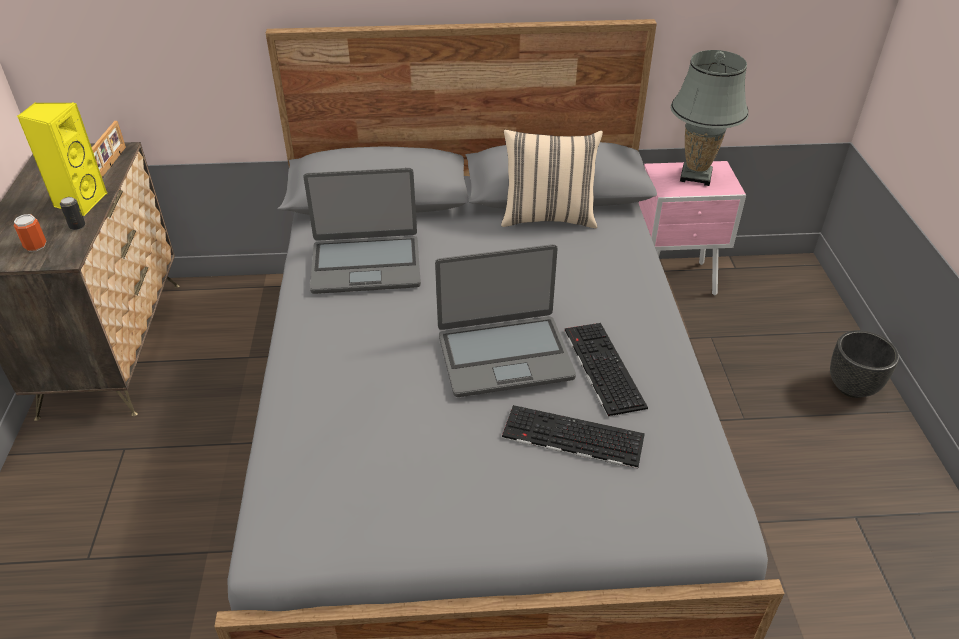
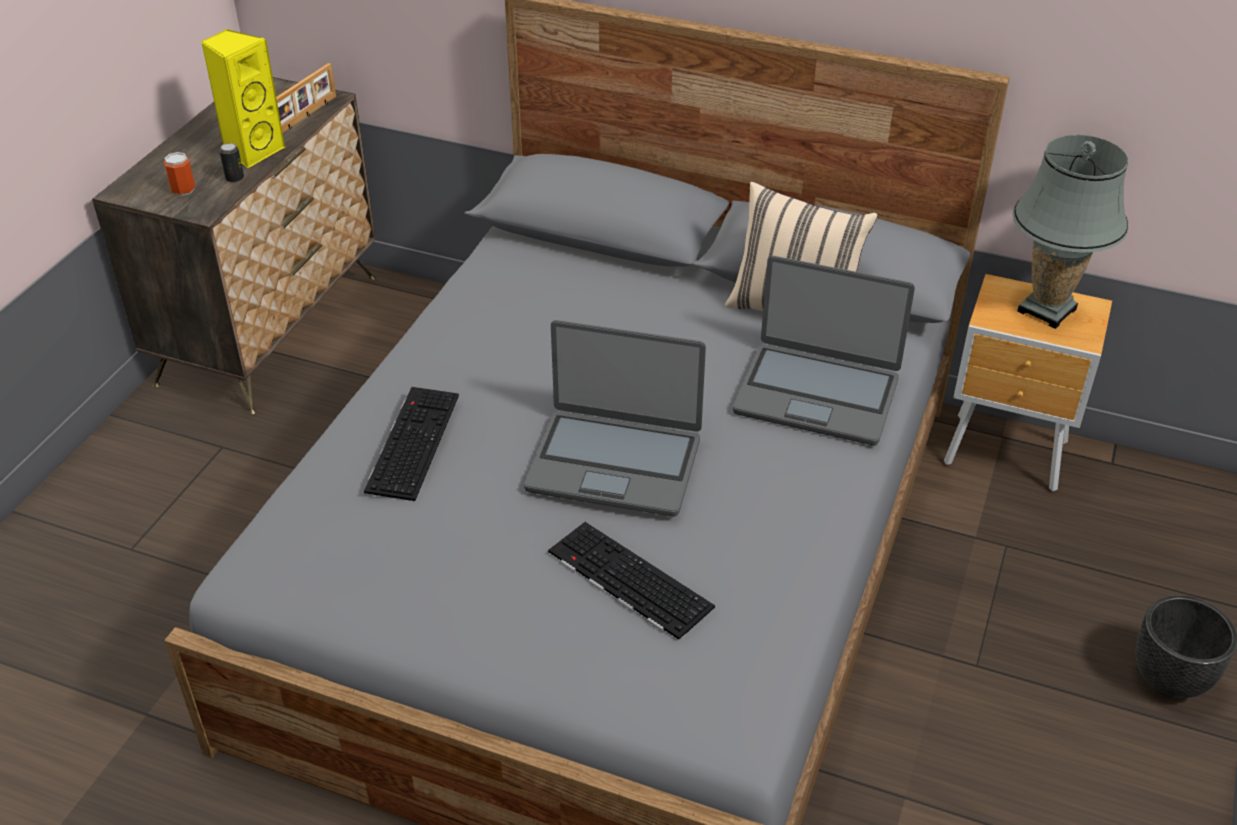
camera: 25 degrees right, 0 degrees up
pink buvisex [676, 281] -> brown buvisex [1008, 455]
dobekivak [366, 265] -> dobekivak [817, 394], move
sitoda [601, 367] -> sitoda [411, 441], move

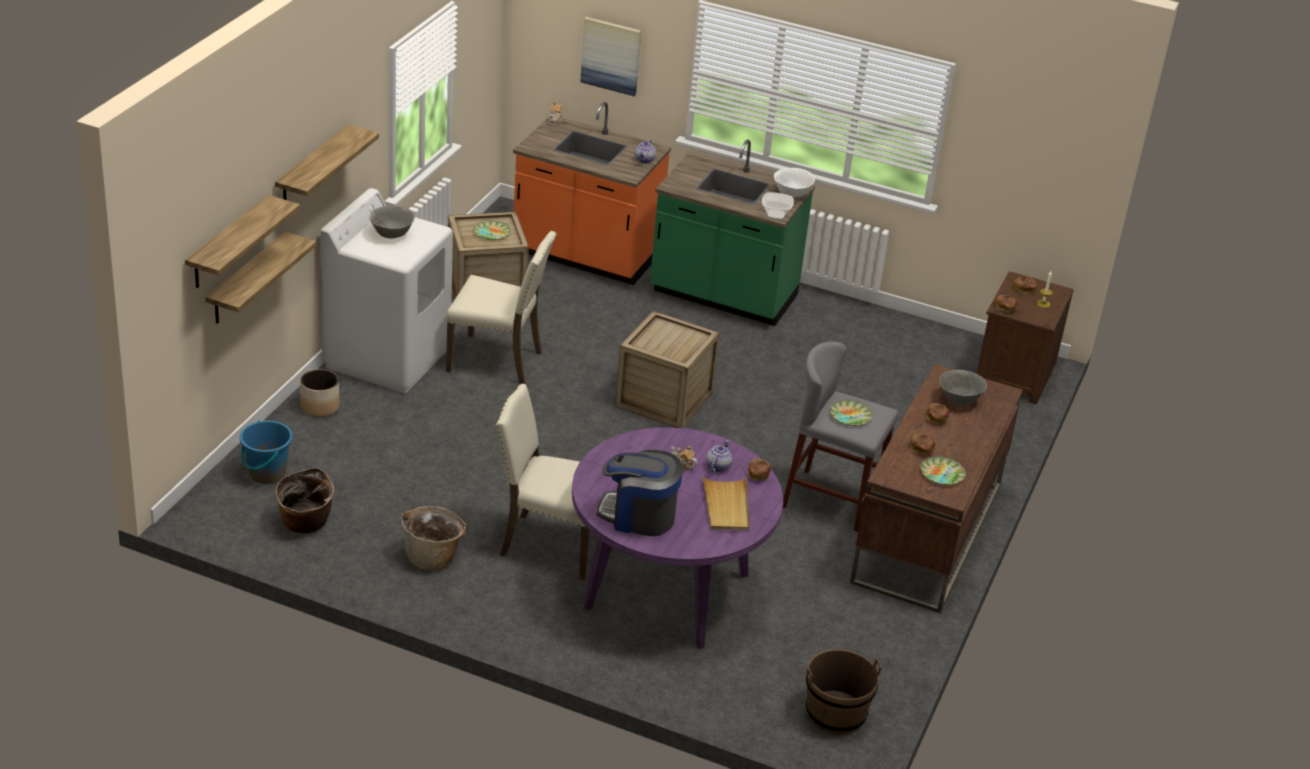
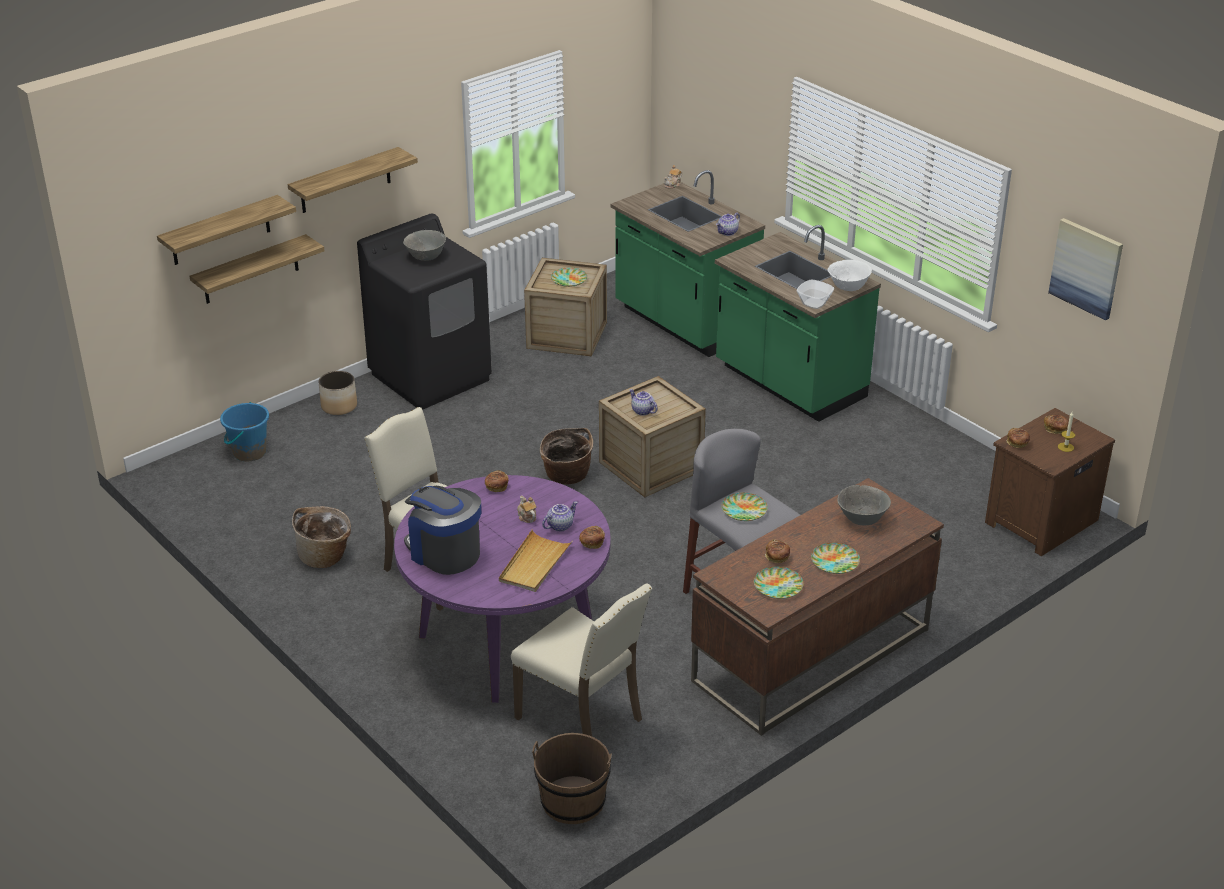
camera: 30 degrees right, 0 degrees up
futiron [611, 55] -> futiron [1086, 268], move
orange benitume [585, 256] -> green benitume [684, 323]
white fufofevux [387, 357] -> black fufofevux [431, 376]
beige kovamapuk [497, 361] -> beige kovamapuk [583, 718], move
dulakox [936, 419] -> dulakox [496, 487], move
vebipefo [305, 524] -> vebipefo [566, 477], move
none -> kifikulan [642, 411]
none -> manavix [835, 562]

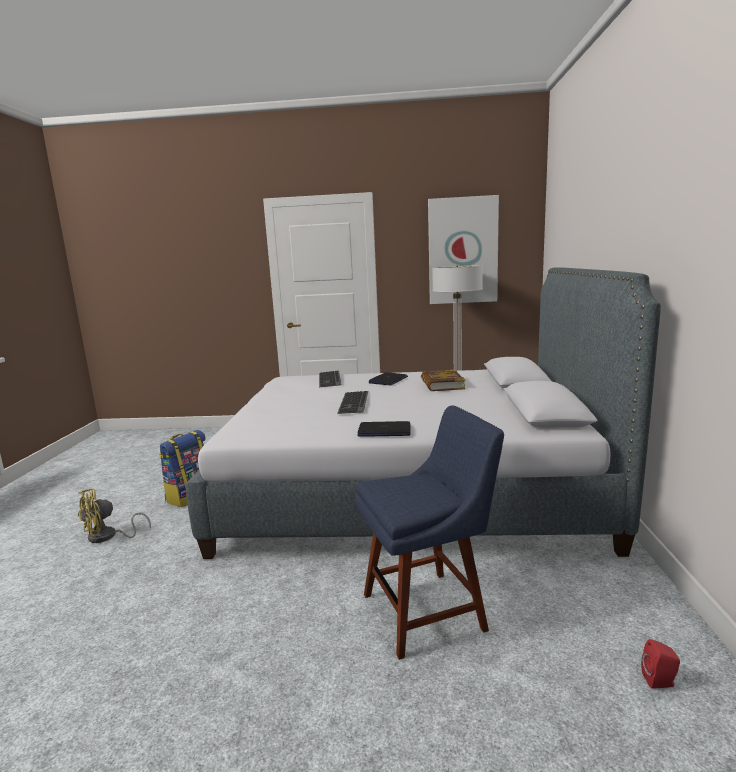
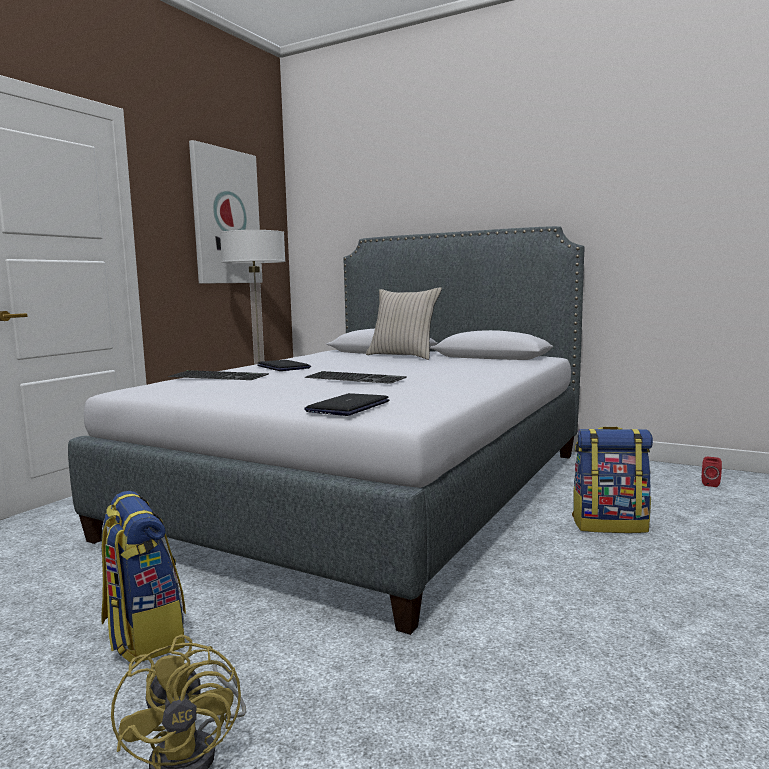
camera: 65 degrees left, 5 degrees down
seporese [442, 385] -> none
blue kovamapuk [429, 610] -> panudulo [610, 524]
dobekivak [384, 430] -> dobekivak [348, 407], move
none -> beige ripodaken [403, 356]

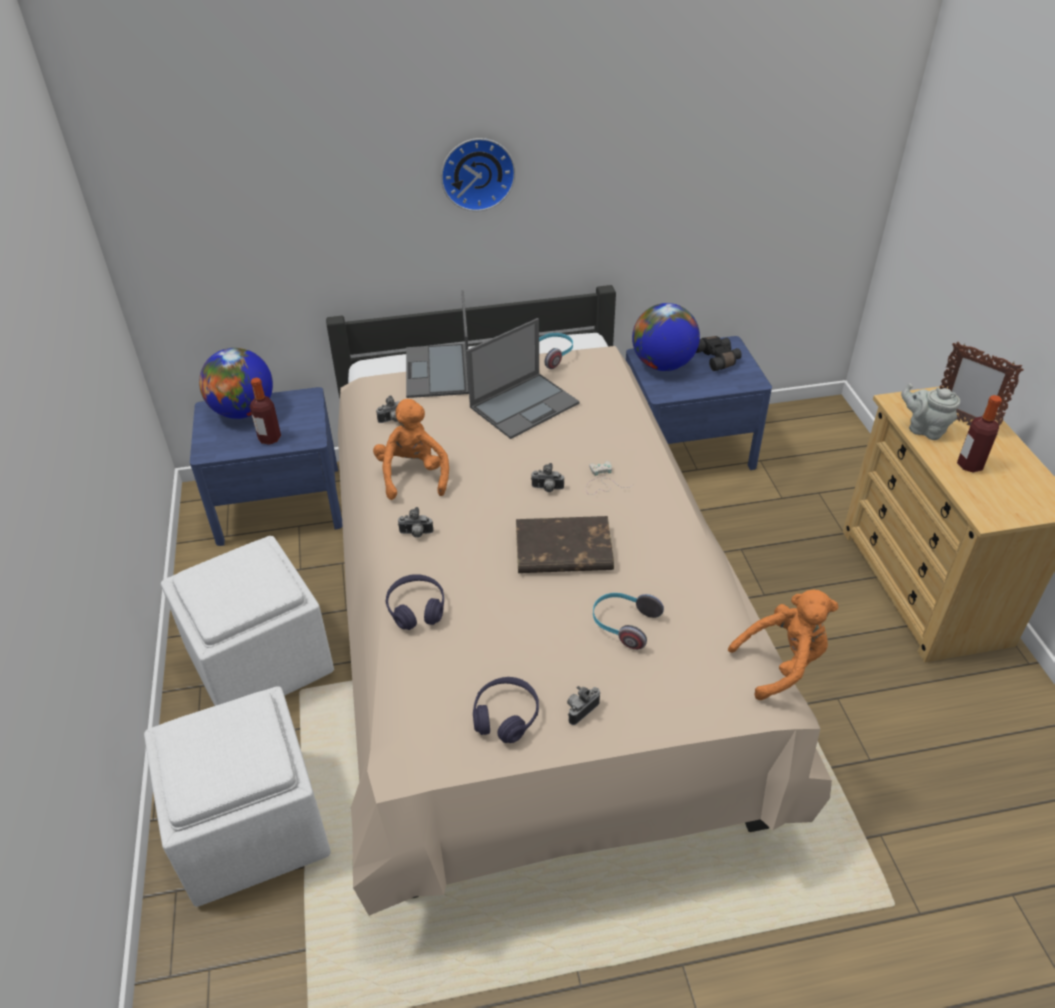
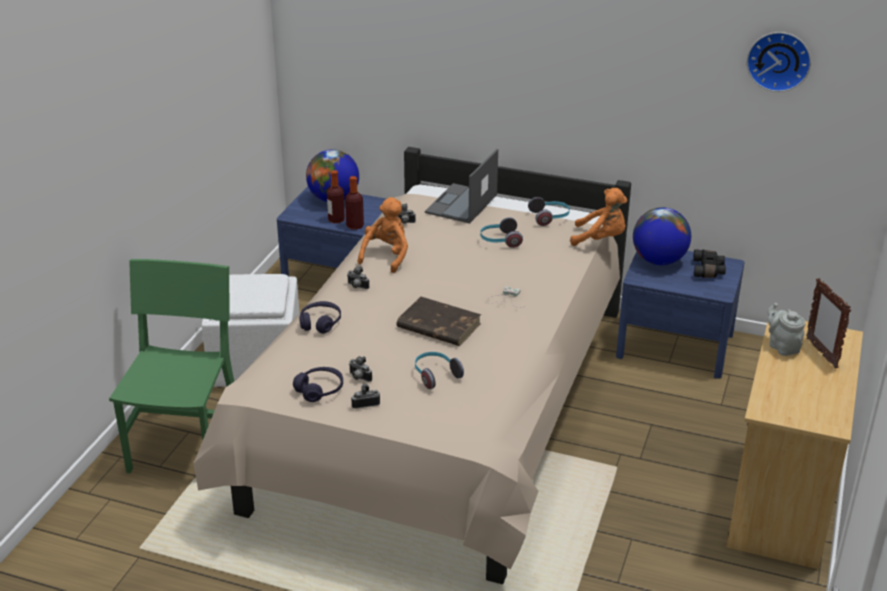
camera: 30 degrees right, 10 degrees down
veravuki [477, 172] -> veravuki [779, 60], move
dobekivak [525, 405] -> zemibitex [500, 241]
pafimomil [969, 465] -> pafimomil [355, 226], move
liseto [547, 489] -> liseto [359, 378], move
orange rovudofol [782, 663] -> orange rovudofol [600, 239], move
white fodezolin [253, 825] -> green kovamapuk [185, 444]

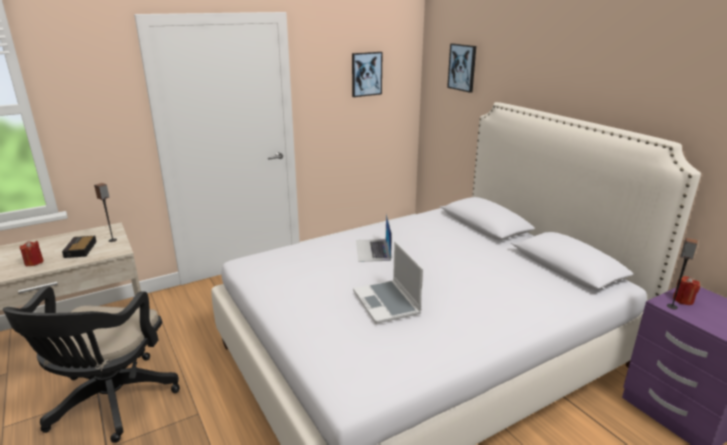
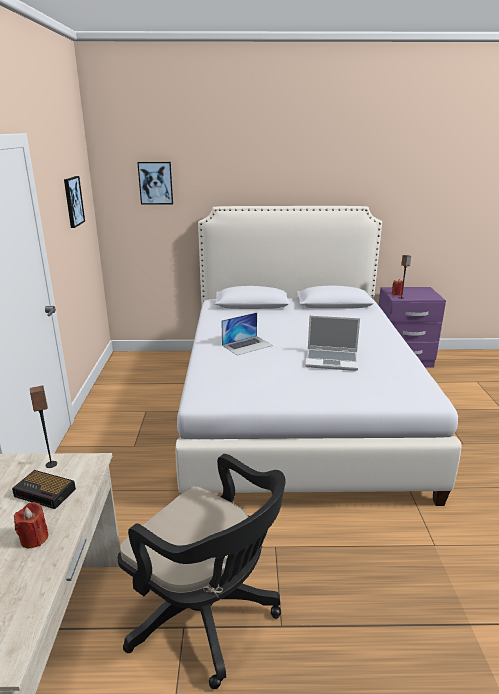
camera: 60 degrees left, 0 degrees up
dobekivak [373, 250] -> dobekivak [247, 345], 60 degrees counterclockwise

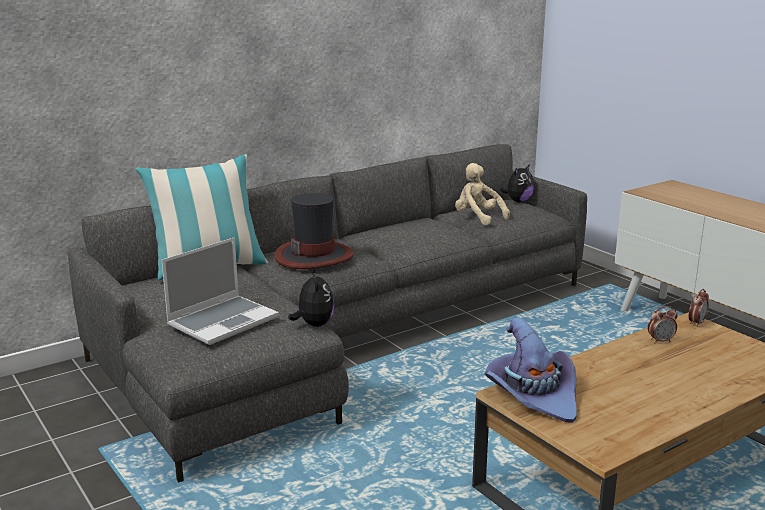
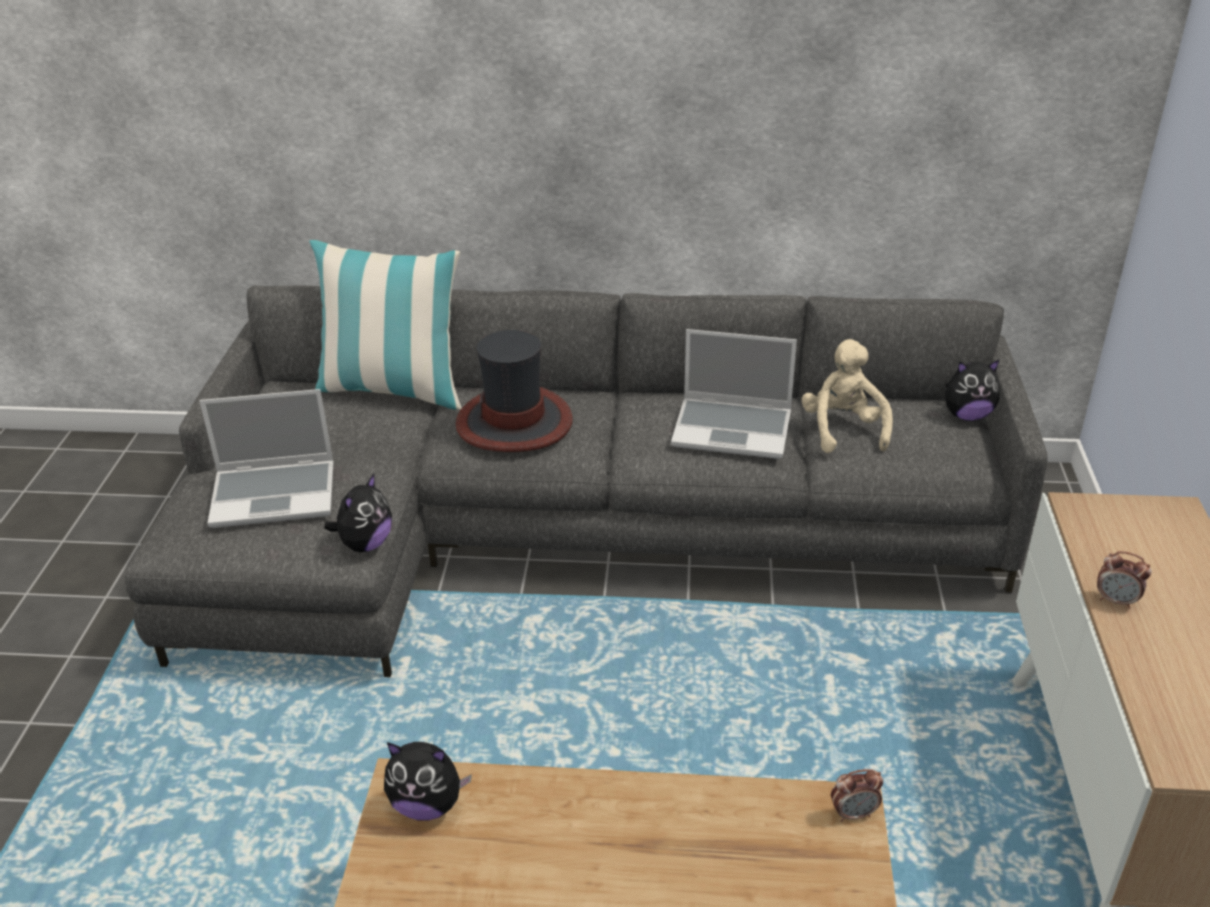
camera: 40 degrees right, 15 degrees up
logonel [660, 341] -> logonel [1116, 601], move
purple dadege [533, 394] -> rovudofol [427, 805]
none -> dobekivak [733, 429]

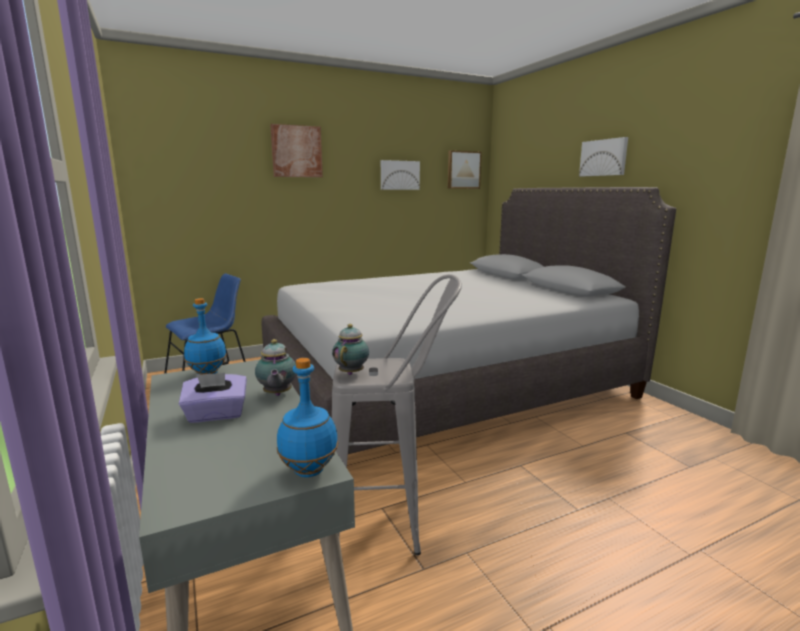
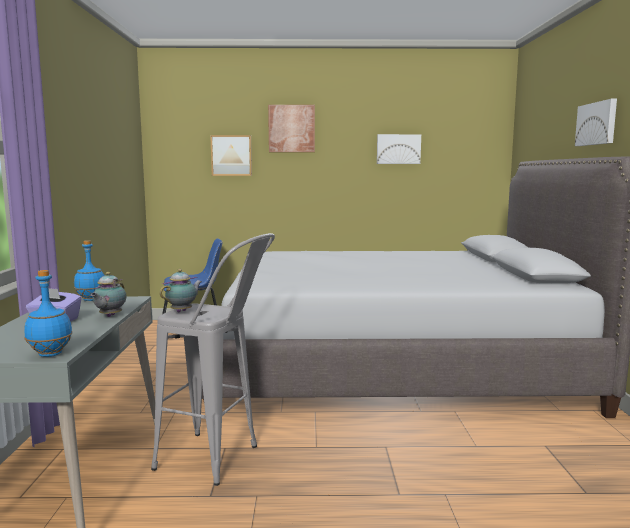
camera: 25 degrees right, 5 degrees down
futiron [463, 170] -> futiron [231, 155], move

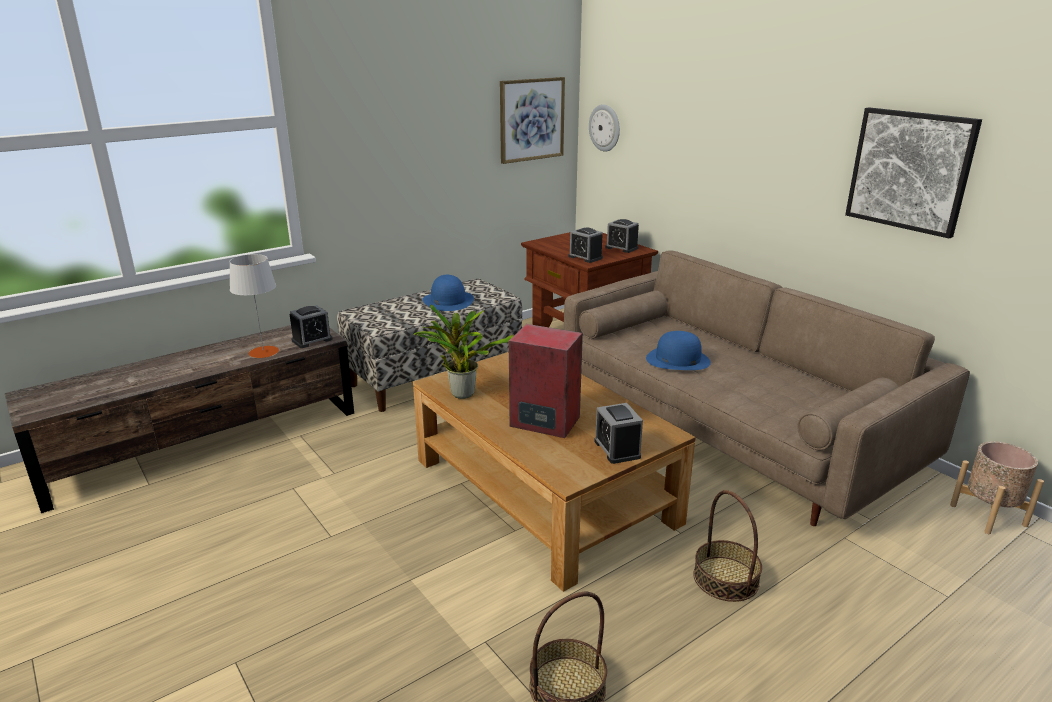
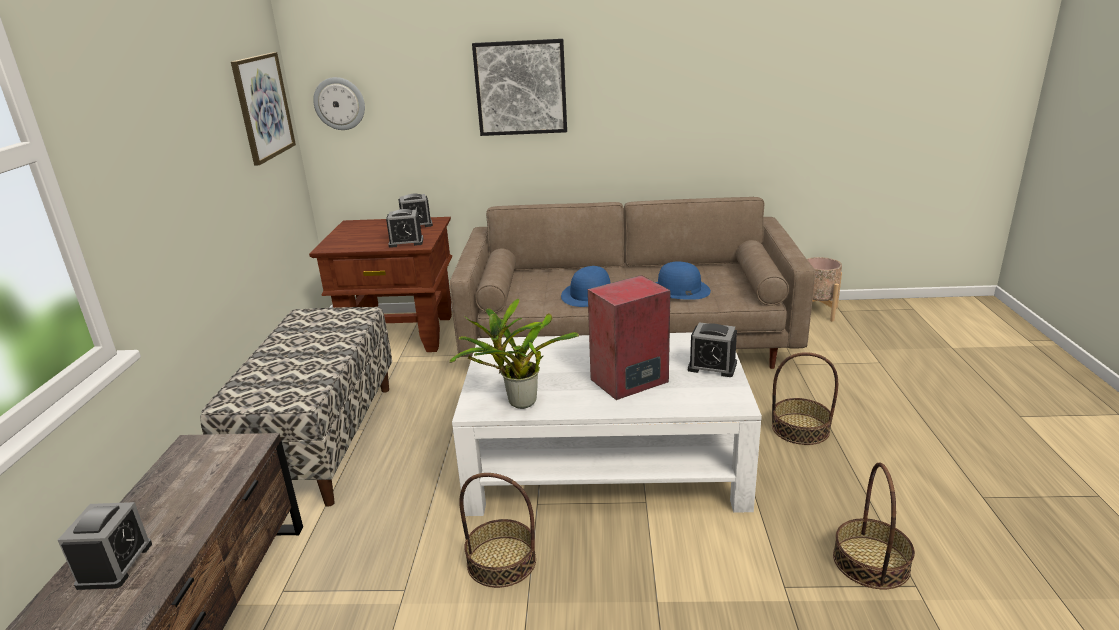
camera: 50 degrees left, 0 degrees up
futiron [910, 170] -> futiron [521, 88], move
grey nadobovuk [263, 352] -> none
blue dadege [448, 301] -> blue dadege [678, 290], move
logonel [312, 340] -> logonel [115, 564], move
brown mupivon [544, 491] -> white mupivon [606, 461]
none -> vebipefo [501, 561]

